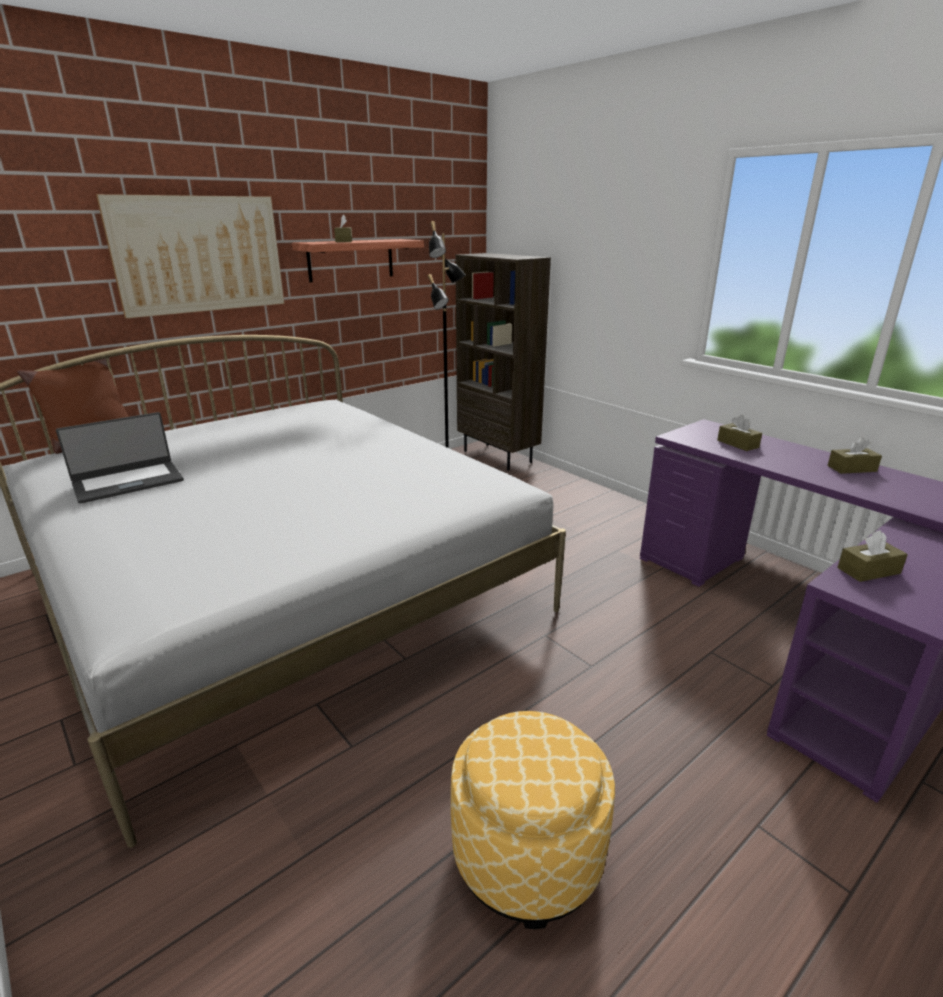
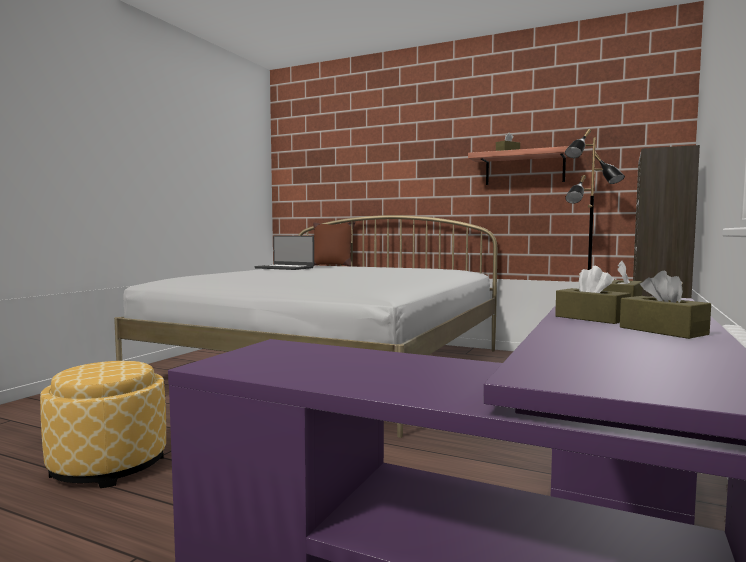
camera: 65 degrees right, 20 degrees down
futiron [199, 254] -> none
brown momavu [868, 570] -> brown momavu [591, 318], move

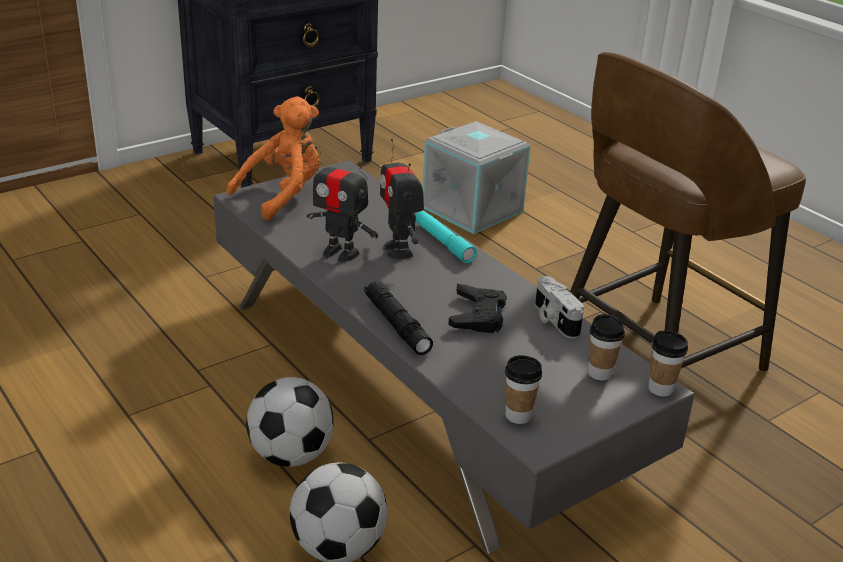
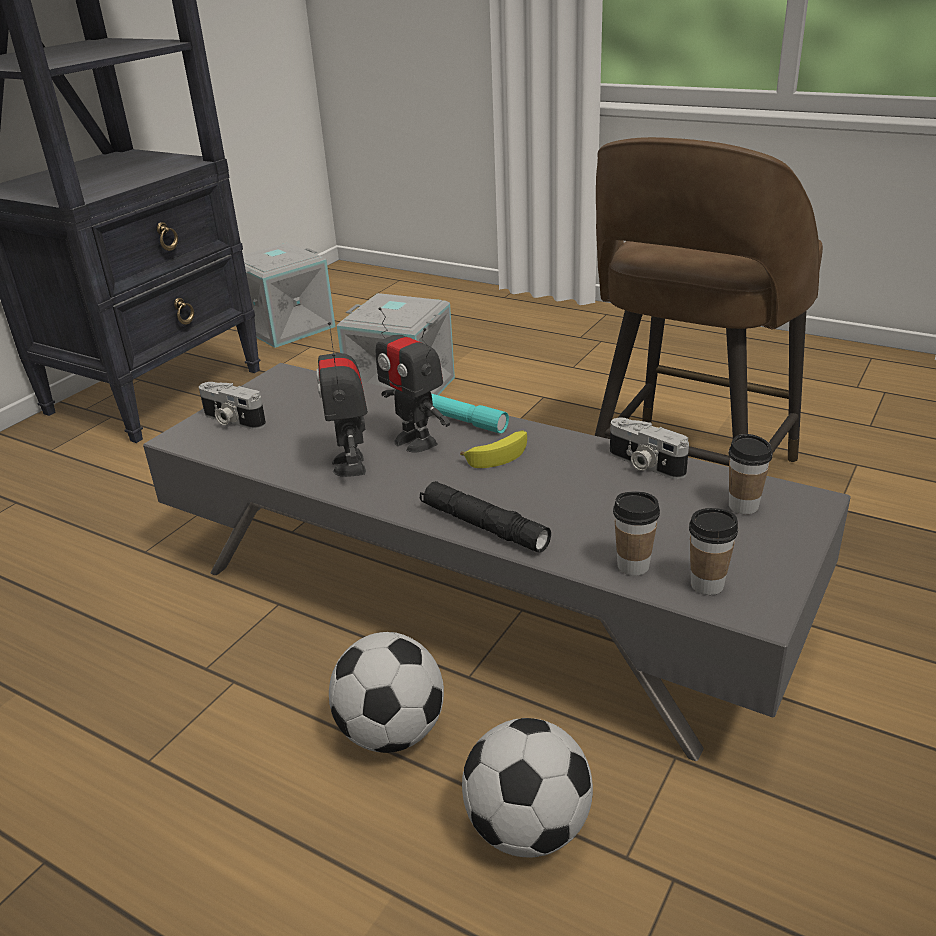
camera: 20 degrees left, 0 degrees up
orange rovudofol [283, 195] -> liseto [232, 420]
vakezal [340, 253] -> vakezal [351, 465], 75 degrees clockwise
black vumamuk [478, 315] -> none
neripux [660, 389] -> neripux [633, 566], move
none -> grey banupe [287, 327]
none -> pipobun [499, 454]

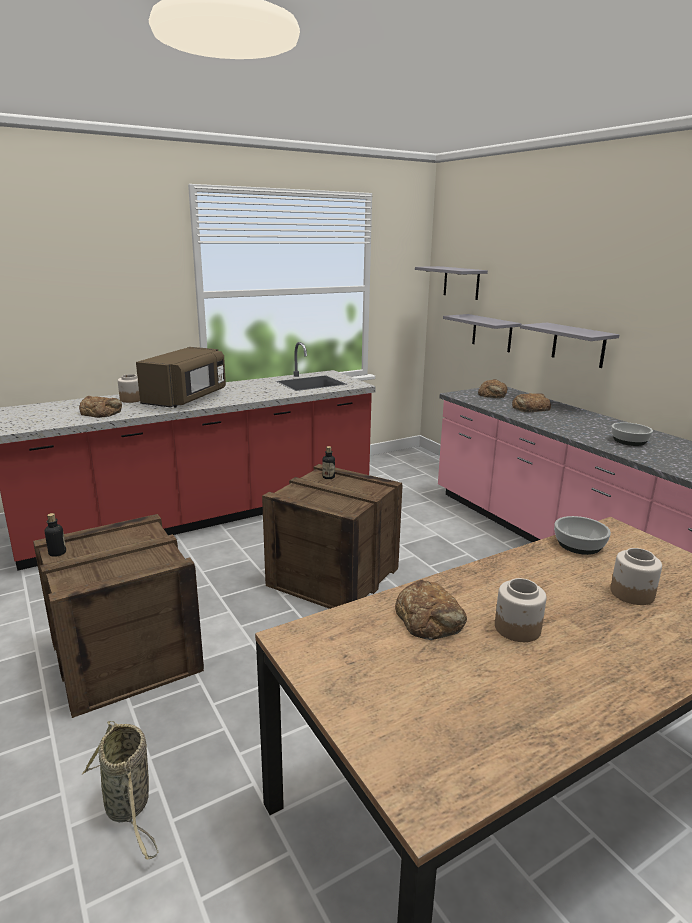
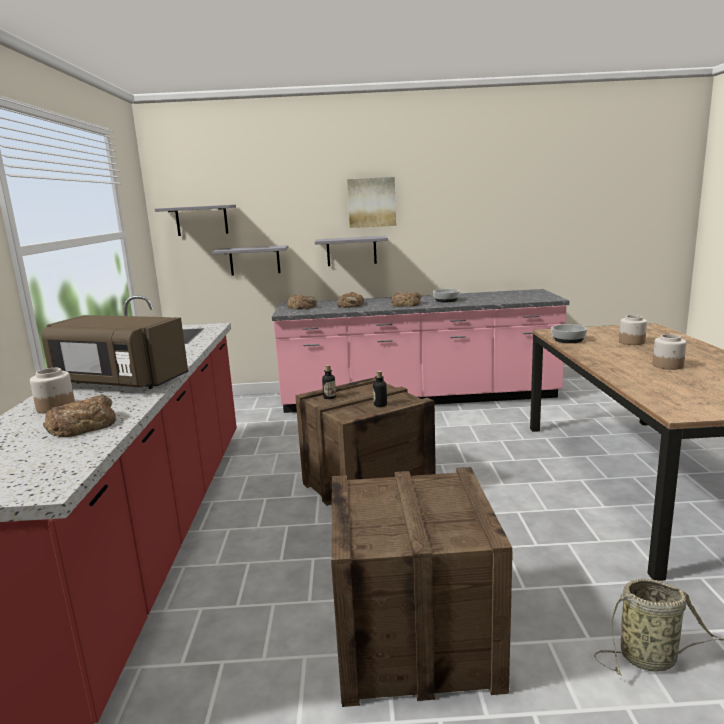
camera: 60 degrees left, 5 degrees down
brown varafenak [186, 399] -> brown varafenak [119, 382], 150 degrees clockwise
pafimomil [57, 553] -> pafimomil [380, 405], move
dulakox [430, 618] -> dulakox [406, 304], move
none -> futiron [371, 202]

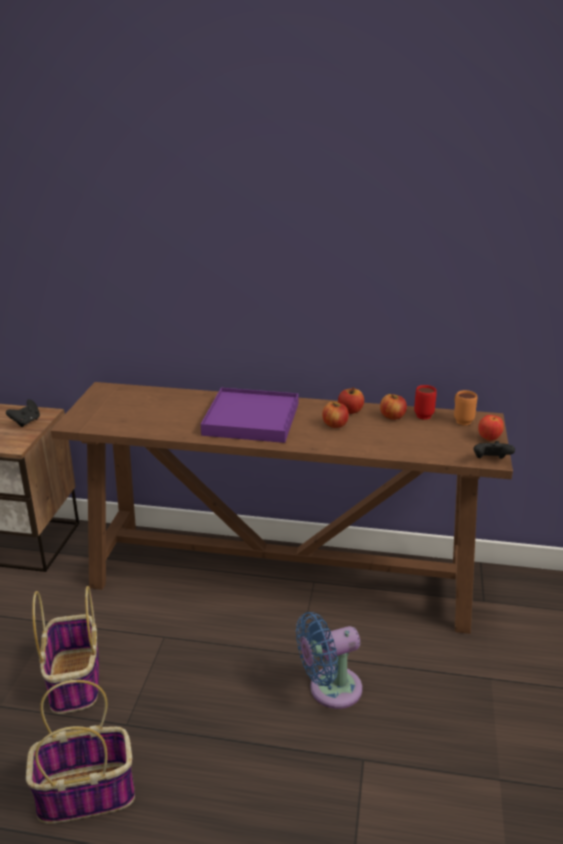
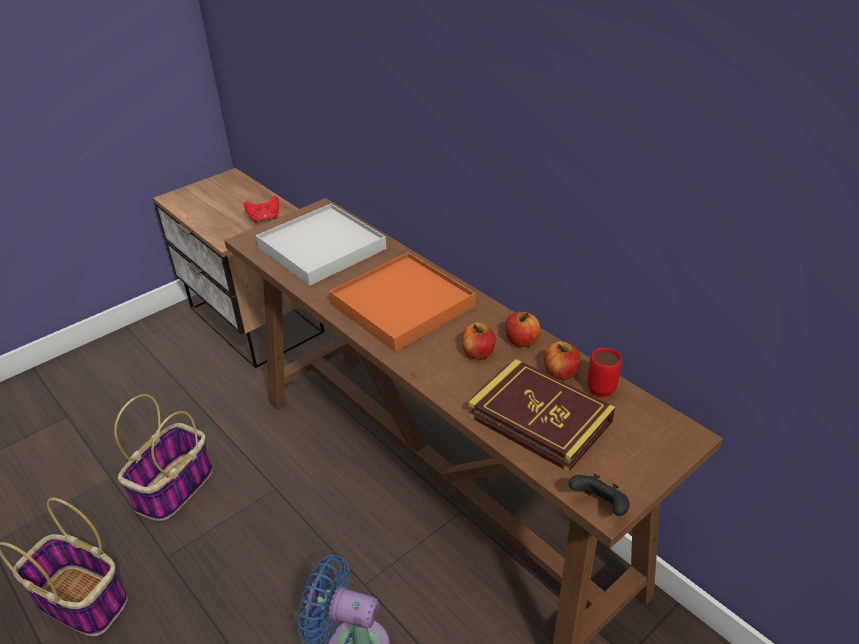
camera: 40 degrees right, 10 degrees up
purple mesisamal [251, 419] -> orange mesisamal [402, 305]
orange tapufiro [461, 420] -> none
black vumamuk [26, 422] -> red vumamuk [264, 218]
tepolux [489, 439] -> none
none -> white mesisamal [322, 248]
none -> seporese [539, 419]

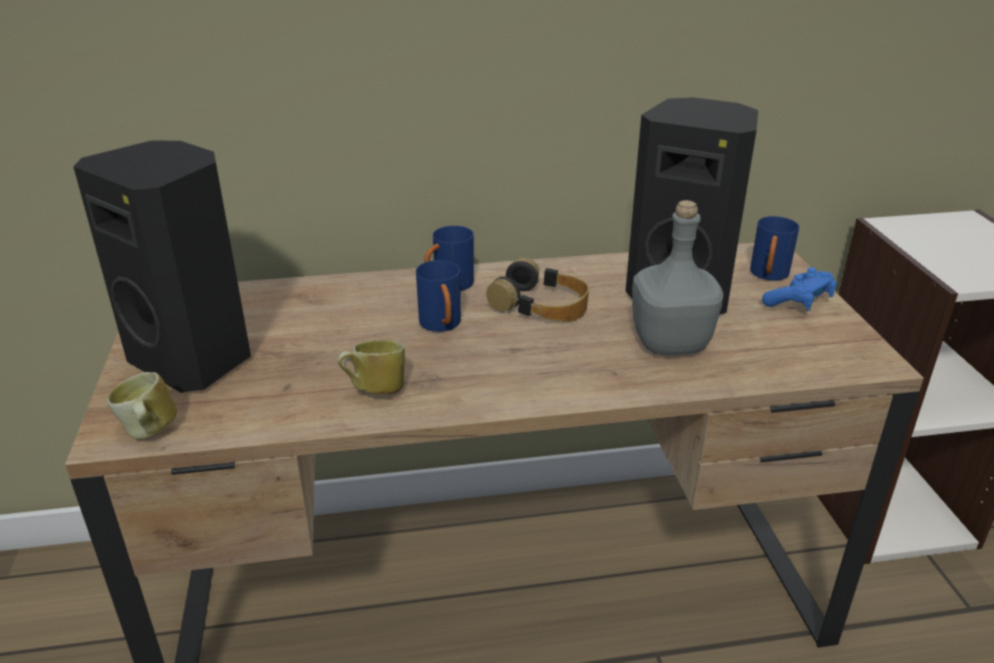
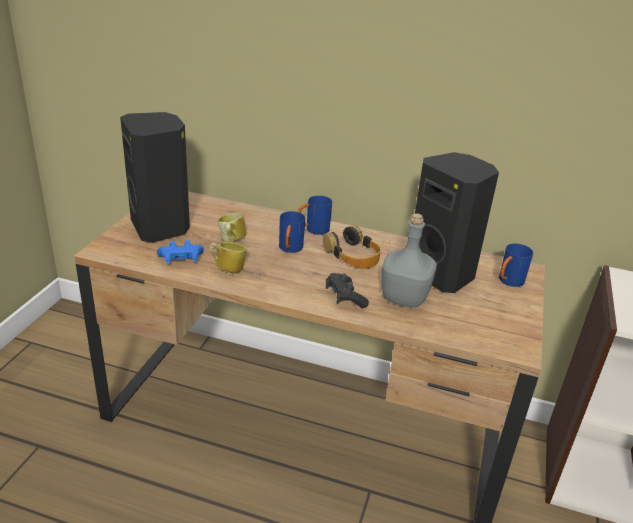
camera: 25 degrees right, 0 degrees up
blue vumamuk [799, 302] -> blue vumamuk [181, 260], move
tapufiro [148, 434] -> tapufiro [231, 241], move
none -> black vumamuk [344, 297]

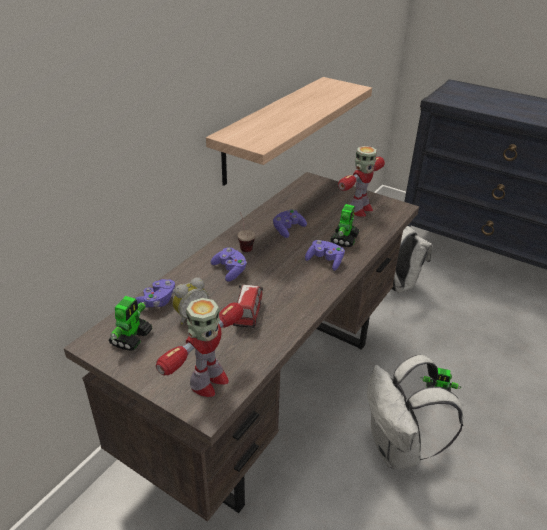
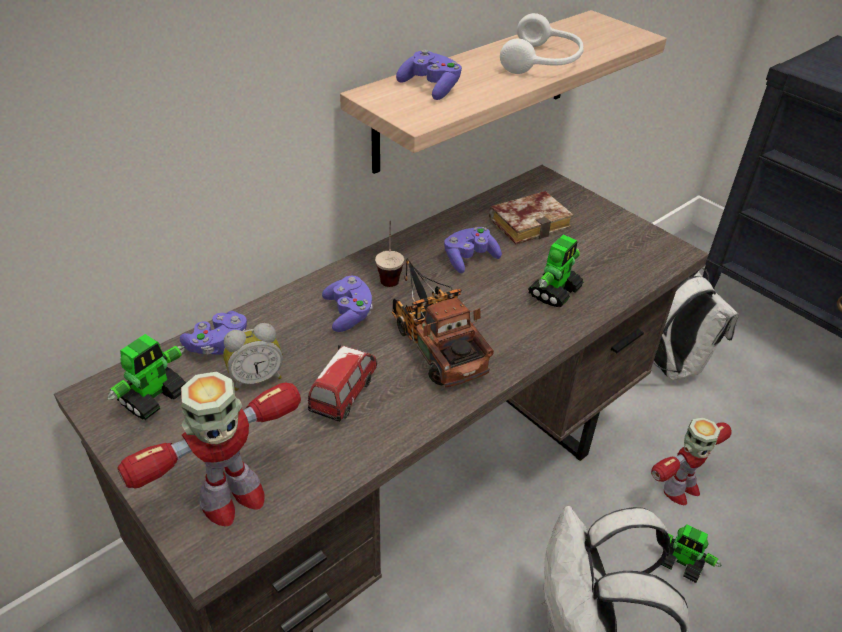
camera: 15 degrees right, 5 degrees up
vakezal [359, 210] -> vakezal [679, 489], move
purple vumamuk [325, 261] -> purple vumamuk [430, 88], move
none -> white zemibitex [543, 62]
none -> seporese [530, 222]
none -> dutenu [435, 342]

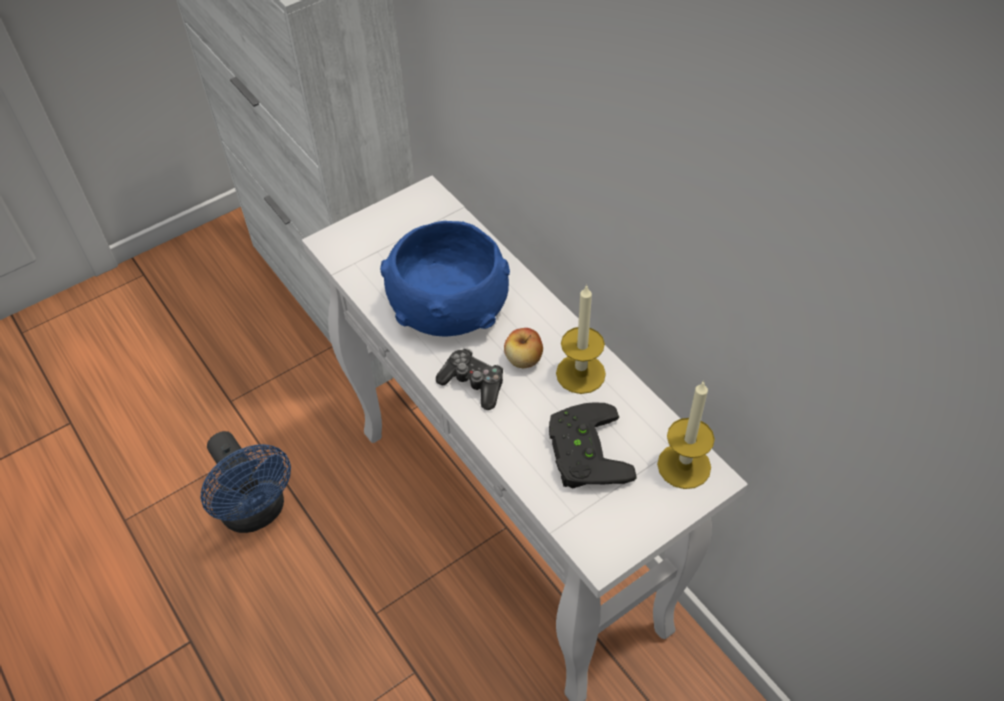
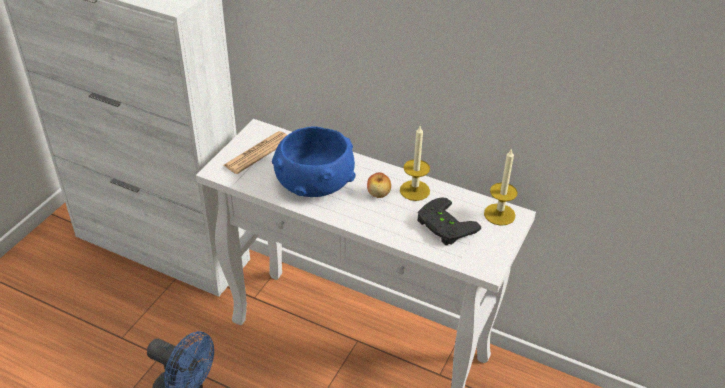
camera: 30 degrees left, 10 degrees down
vumamuk [473, 384] -> none
none -> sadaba [257, 153]

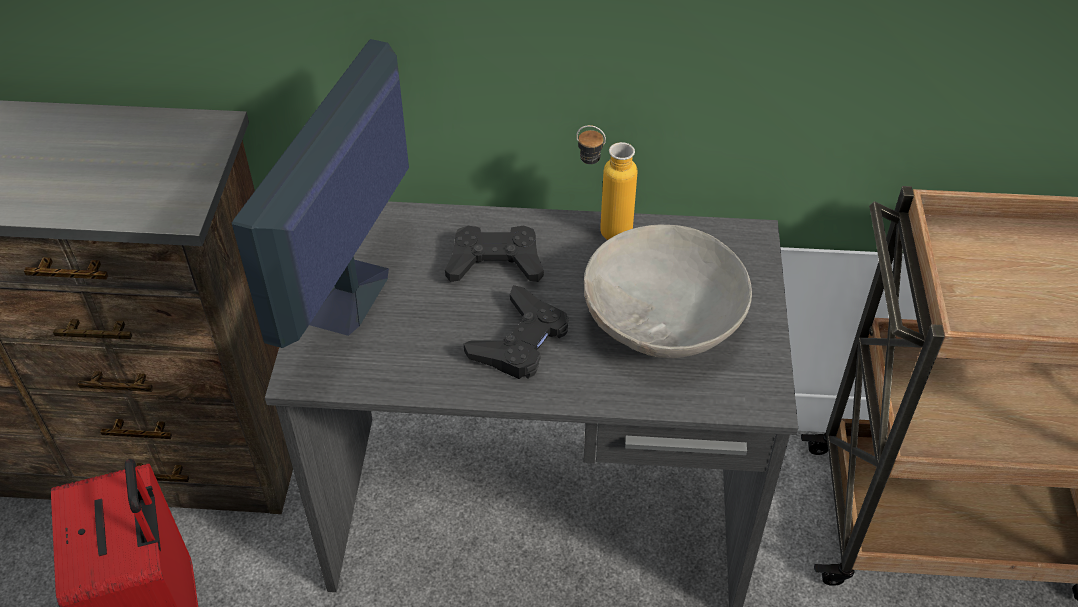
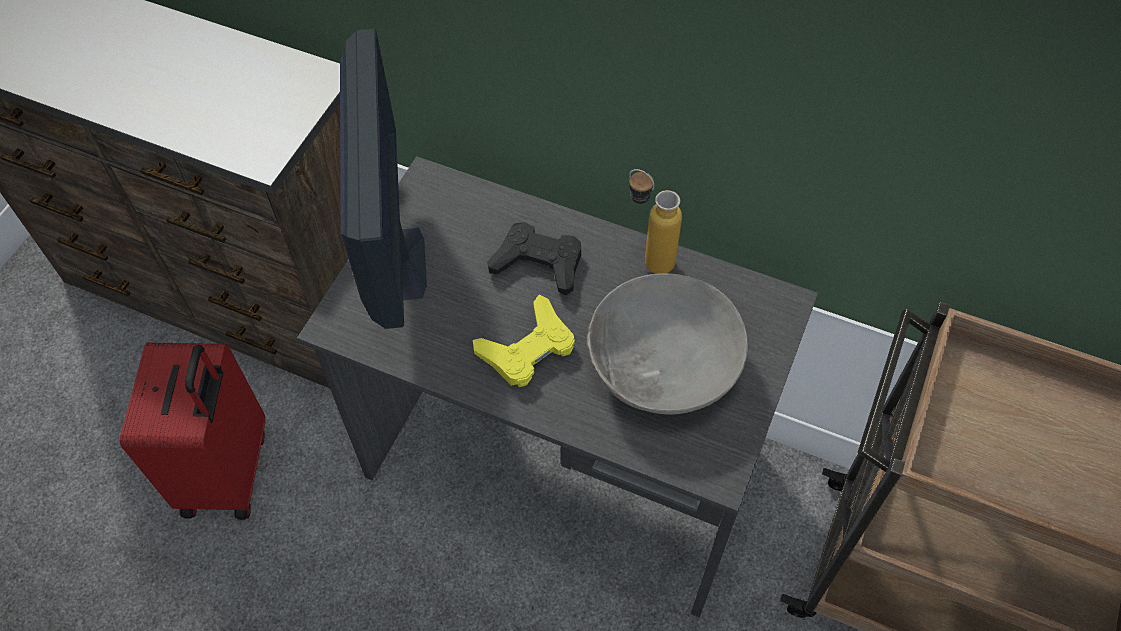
camera: 20 degrees right, 10 degrees up
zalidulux [347, 297] -> zalidulux [399, 262], 135 degrees clockwise
black vumamuk [520, 341] -> yellow vumamuk [528, 349]

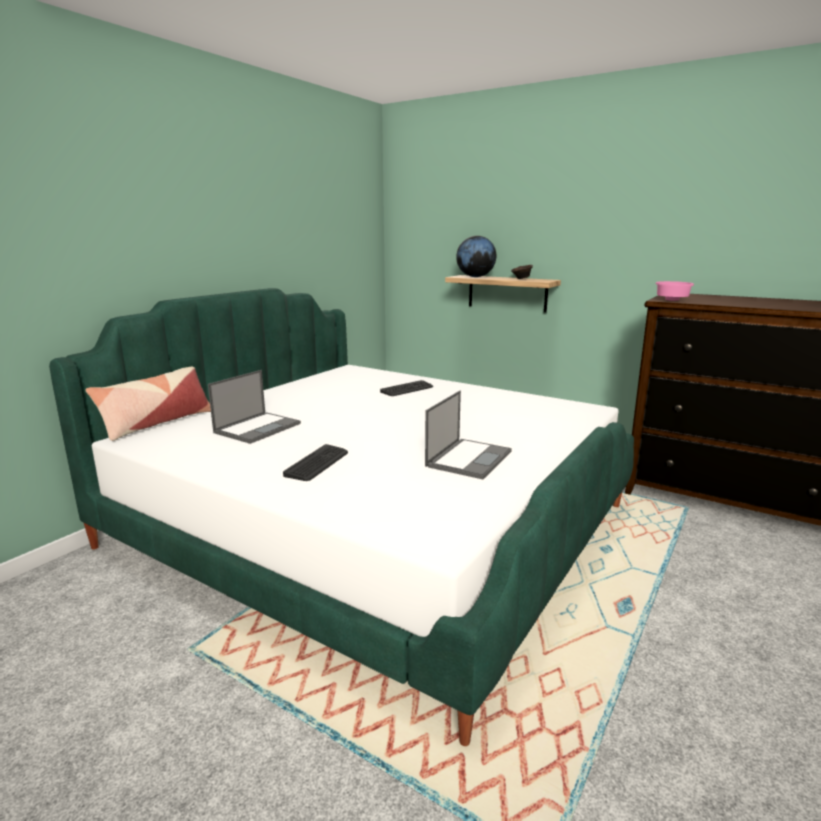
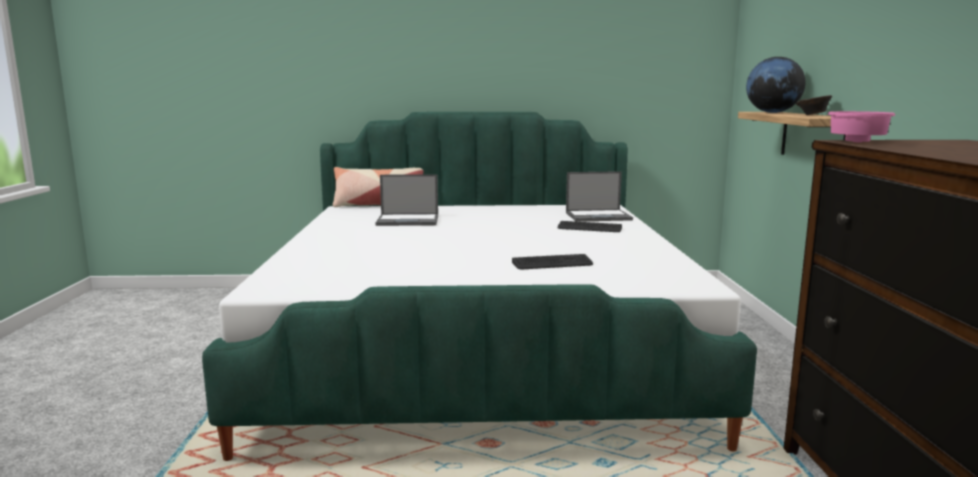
camera: 55 degrees right, 5 degrees down
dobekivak [469, 458] -> dobekivak [599, 216], move
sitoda [317, 463] -> sitoda [552, 263], move

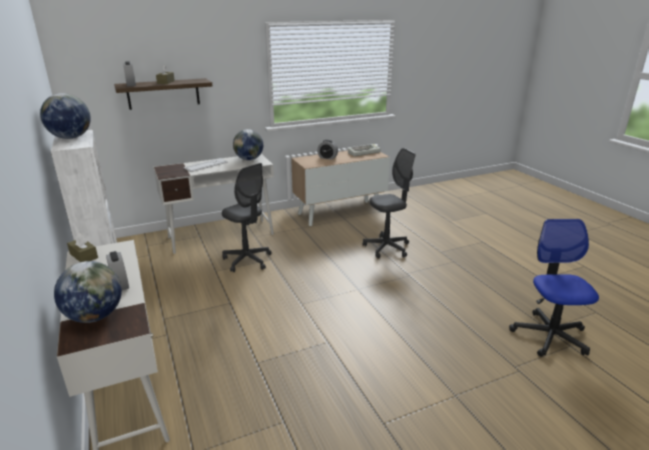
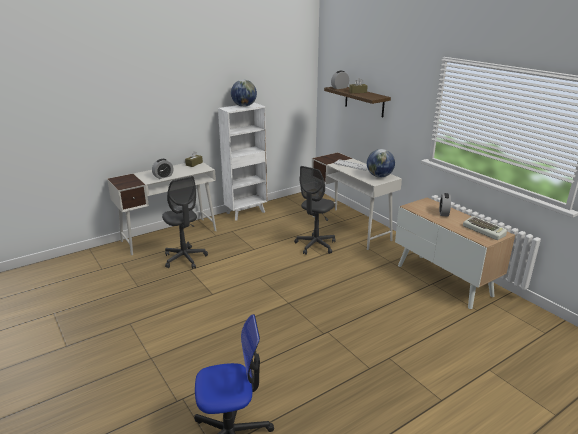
camera: 80 degrees right, 0 degrees up
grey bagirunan [387, 248] -> grey bagirunan [185, 259], move
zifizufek [95, 316] -> none

